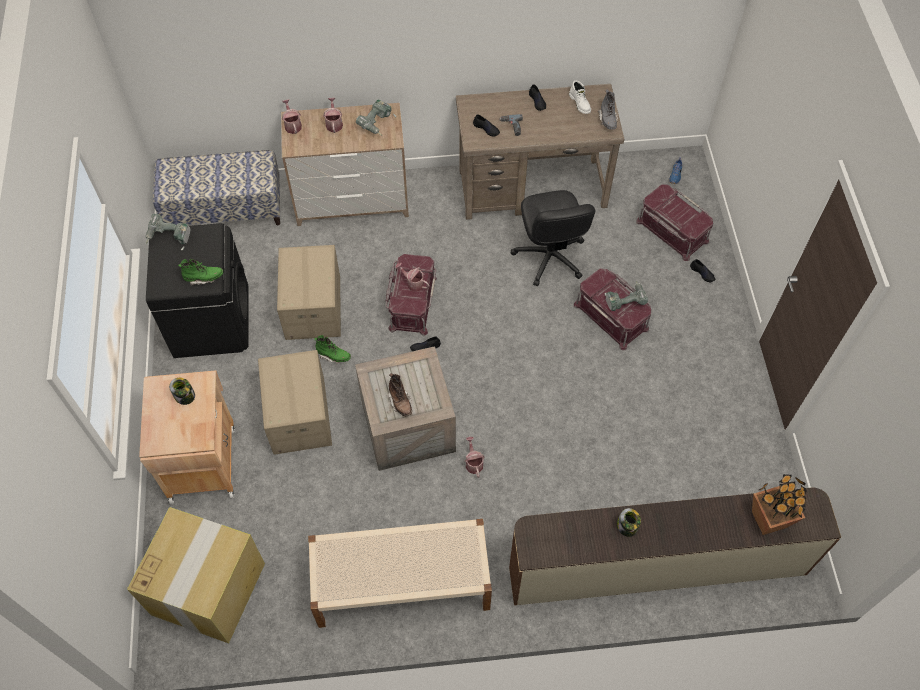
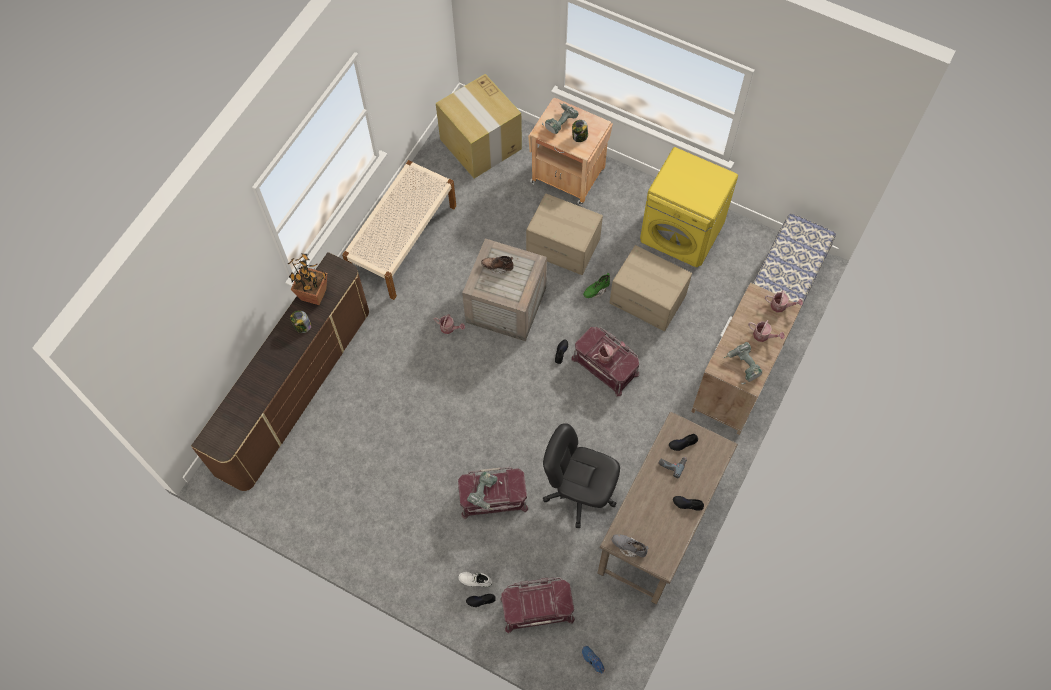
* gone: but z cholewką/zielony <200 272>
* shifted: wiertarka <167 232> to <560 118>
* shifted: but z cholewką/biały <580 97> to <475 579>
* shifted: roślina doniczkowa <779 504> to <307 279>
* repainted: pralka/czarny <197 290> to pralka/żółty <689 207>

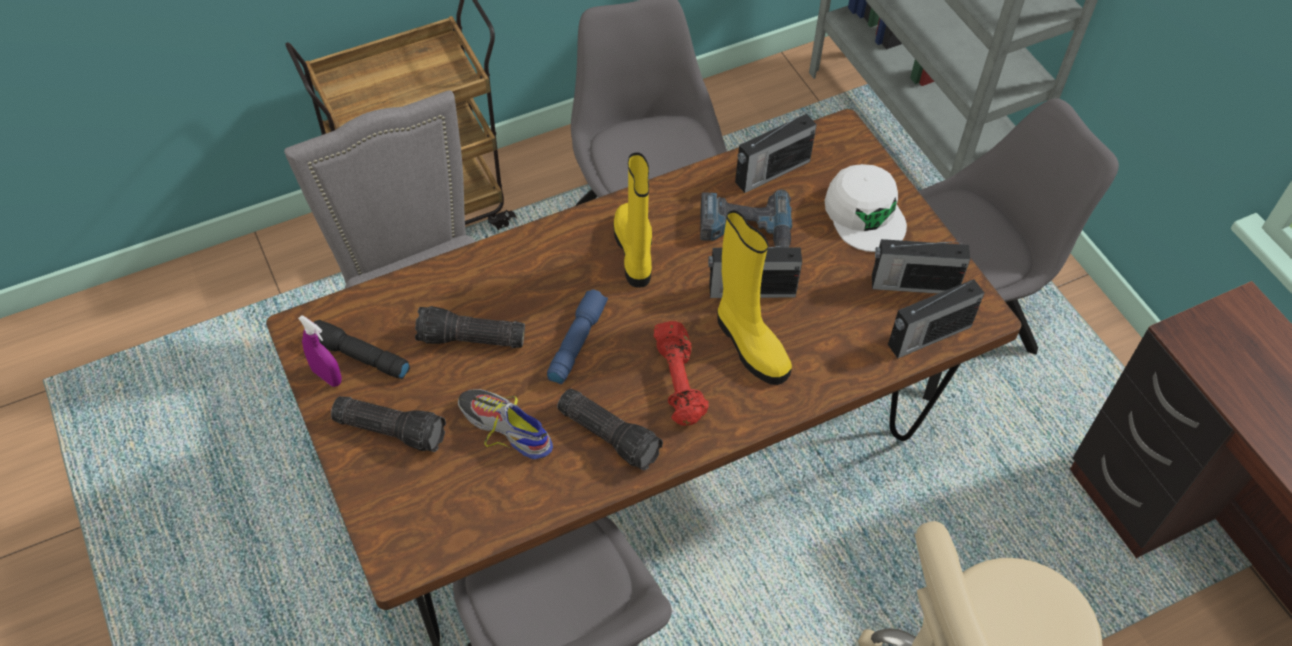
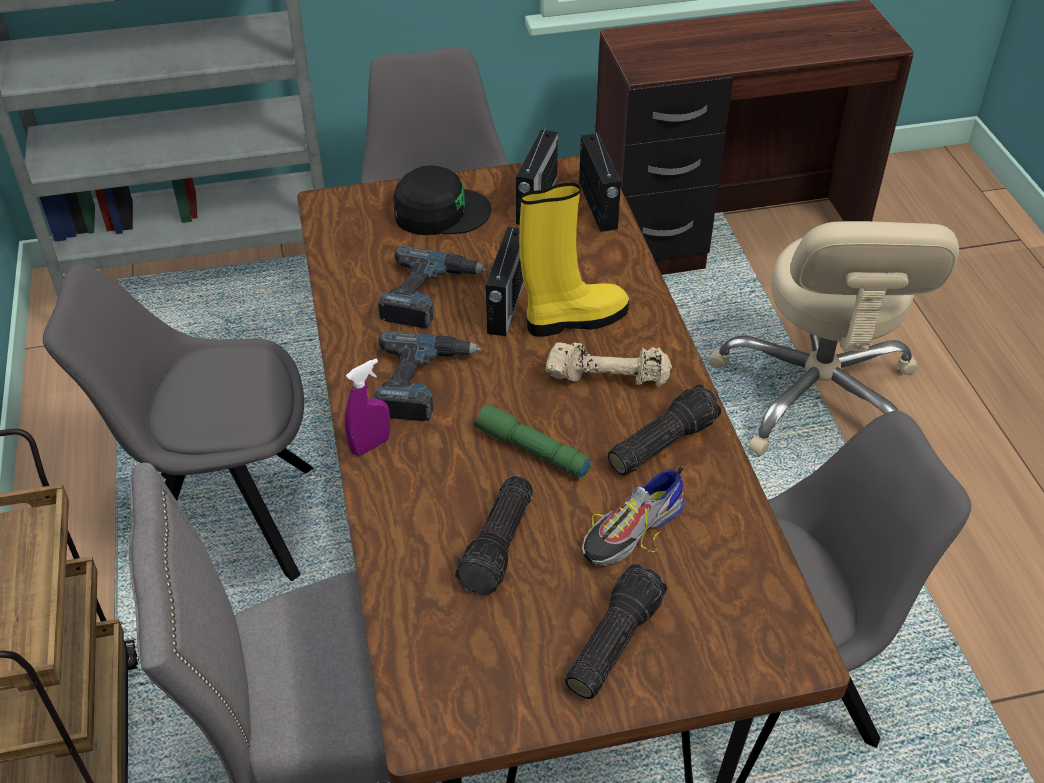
* gone: latarka/czarny <361 349>
* gone: radio <776 152>
* shifted: spryskiwacz/fioletowy <320 351> to <367 407>
* swapped: but z cholewką/żółty <633 220> to wiertarka <427 376>
* repainted: latarka/niebieski <577 336> to latarka/zielony <532 442>
* repainted: hantel/czerwony <681 373> to hantel/beżowy <608 364>
* repainted: czapka z daszkiem/biały <866 208> to czapka z daszkiem/czarny <442 200>

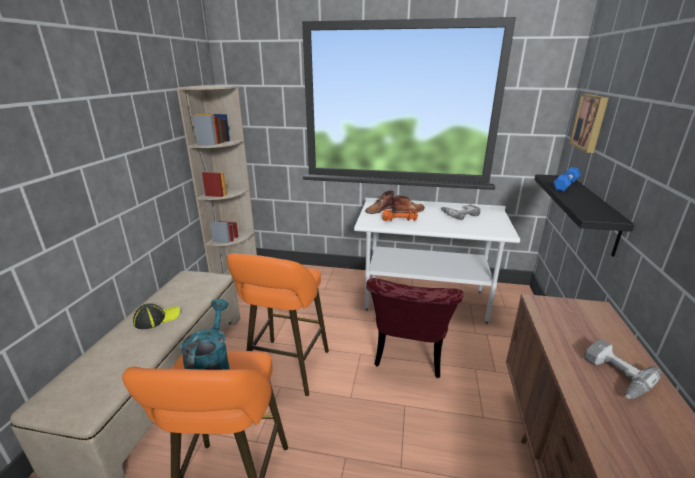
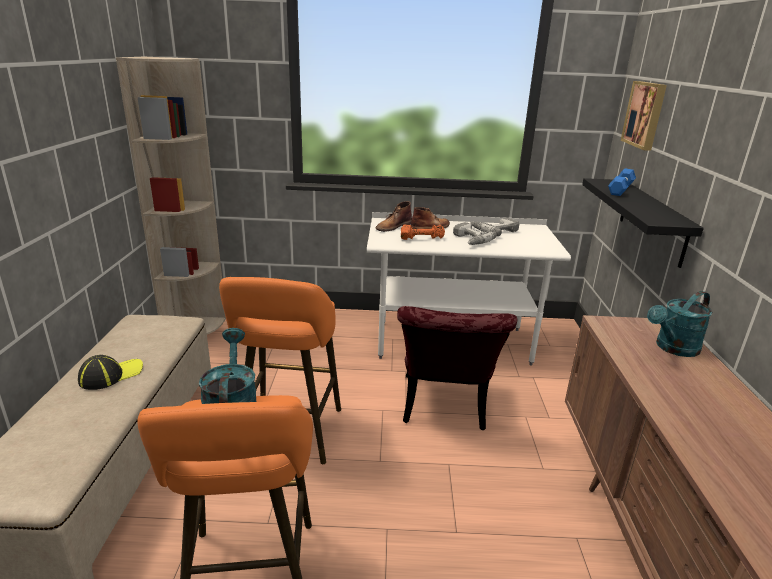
* new: konewka/turkusowy <679 324>
* shifted: wiertarka <623 369> to <475 233>

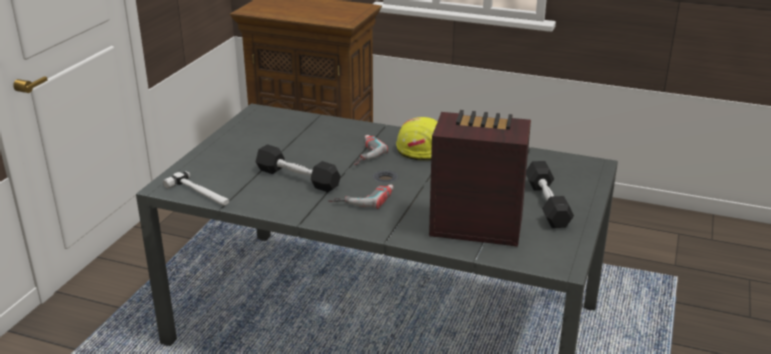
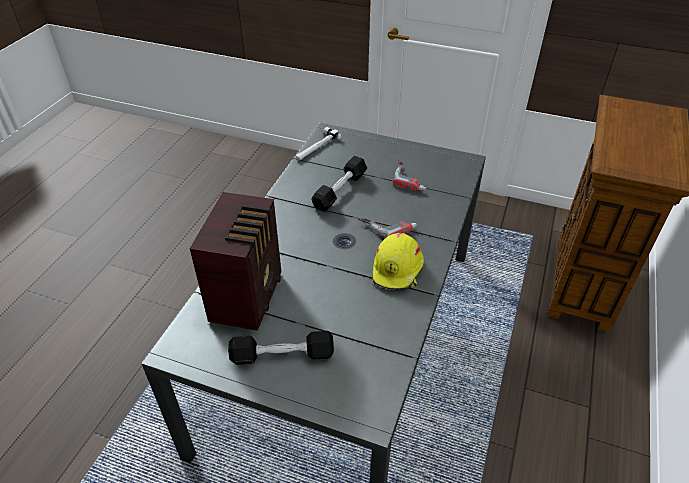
* shifted: wiertarka <361 197> to <409 175>

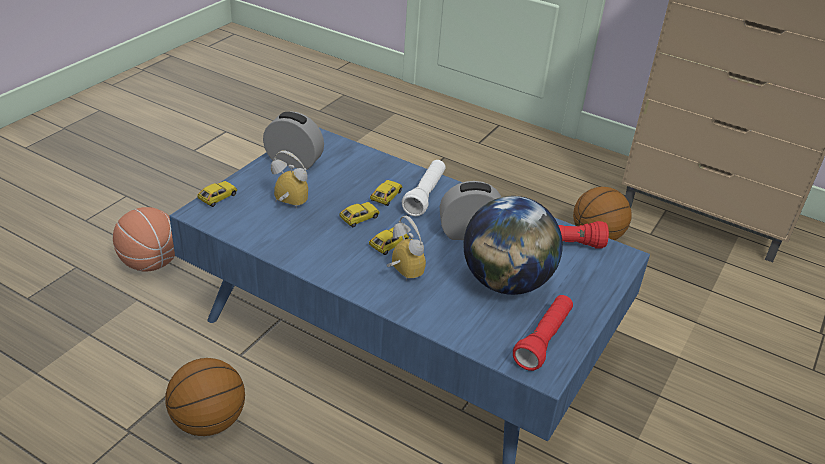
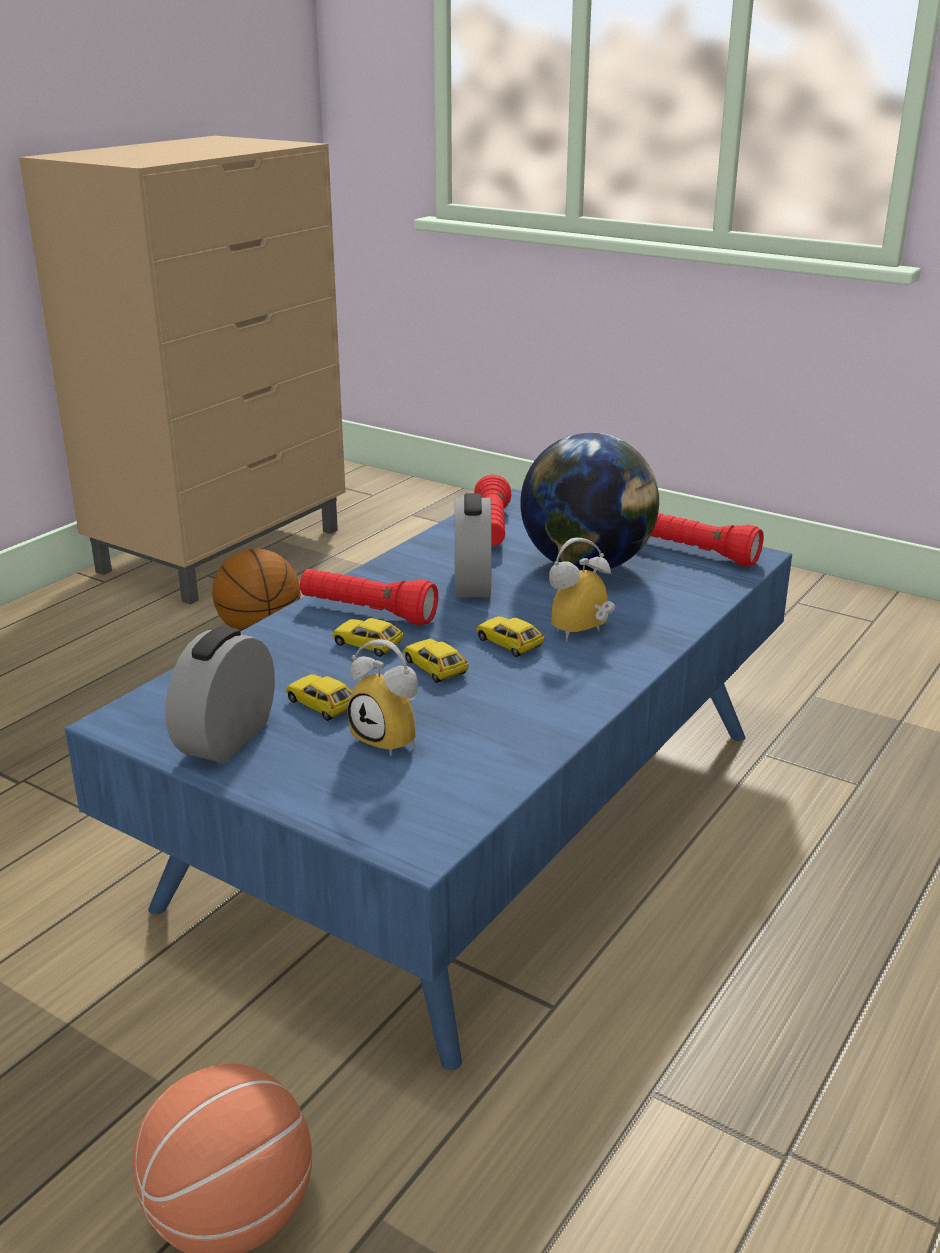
* gone: piłka do koszykówki <205 397>
* shifted: samochodzik <217 194> to <319 697>
* repainted: latarka/biały <423 188> to latarka/czerwony <369 597>
* rotated: budzik <289 179> = <383 697> 75 degrees counterclockwise

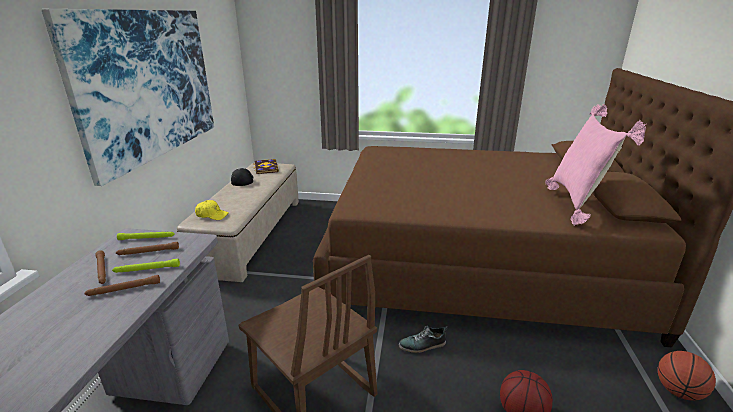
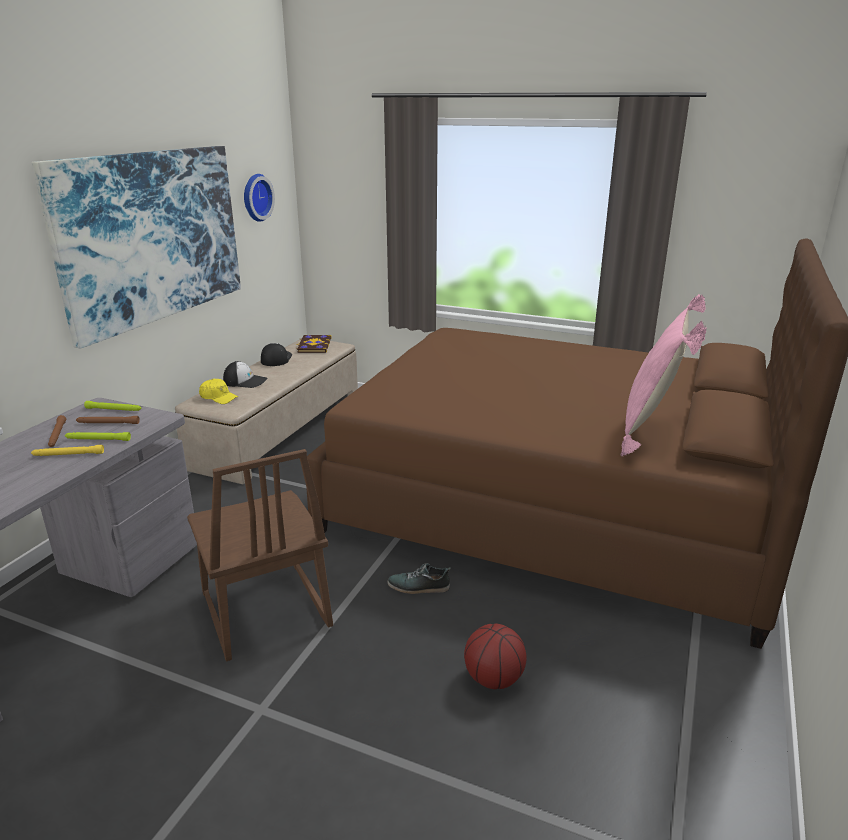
* gone: piłka do koszykówki <687 376>
* new: czapka z daszkiem <245 374>
* new: zegar ścienny <259 198>
* repainted: latarka/brązowy <122 285> to latarka/żółty <67 450>

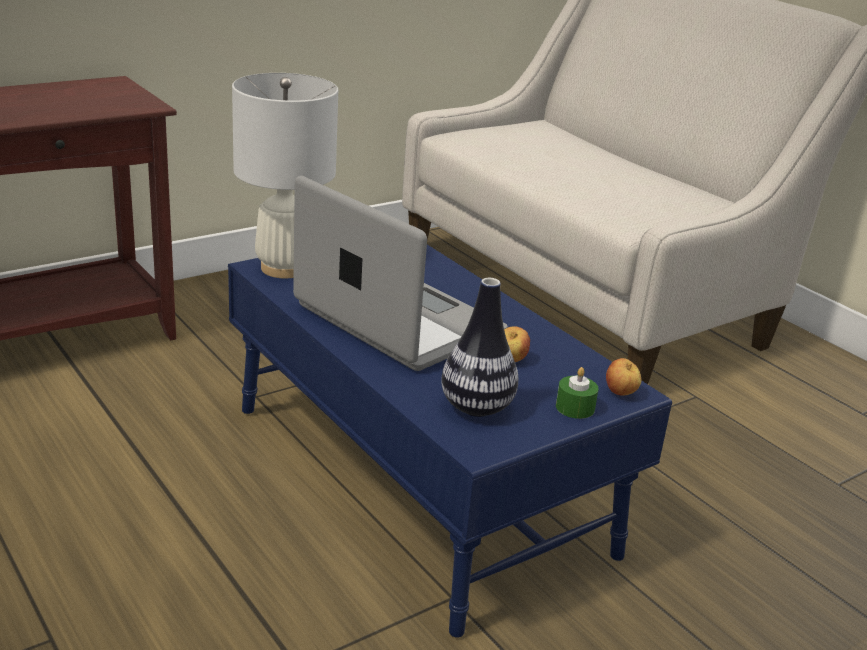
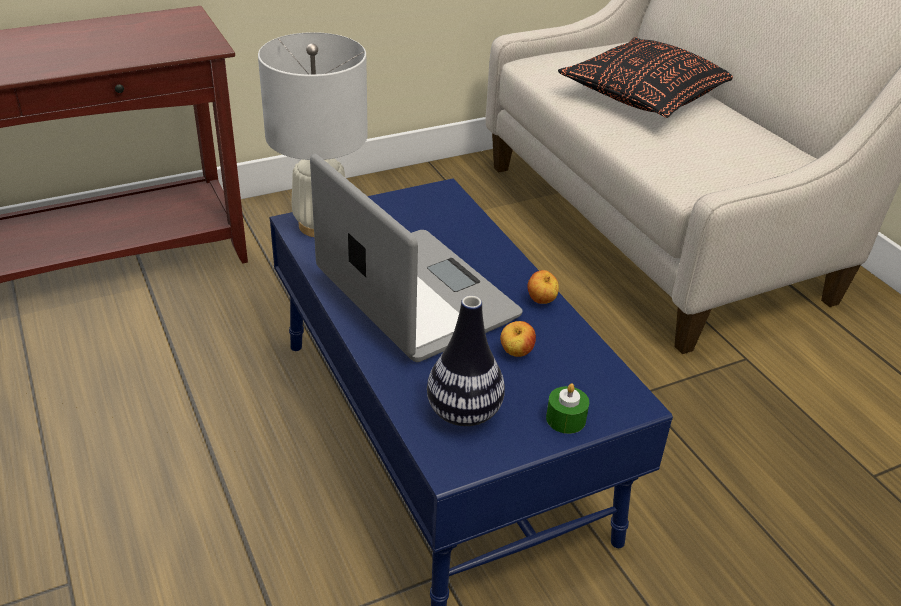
* new: poduszka/czarny <645 77>
* shifted: jabłko <623 377> to <543 287>

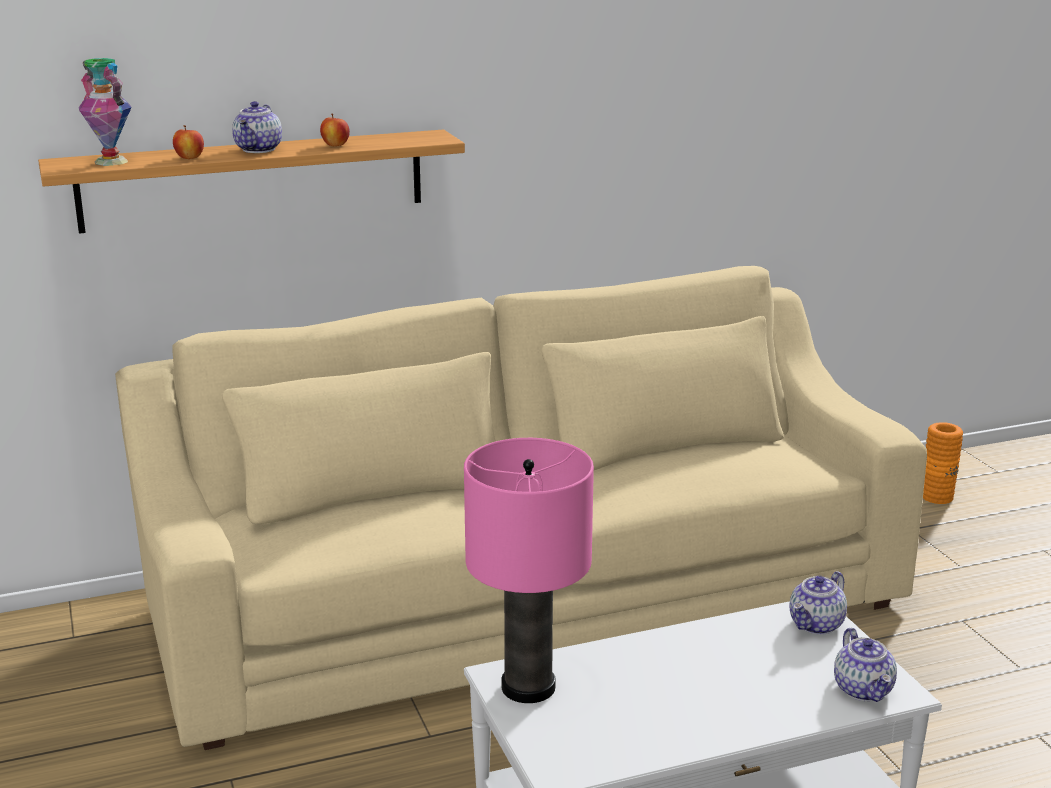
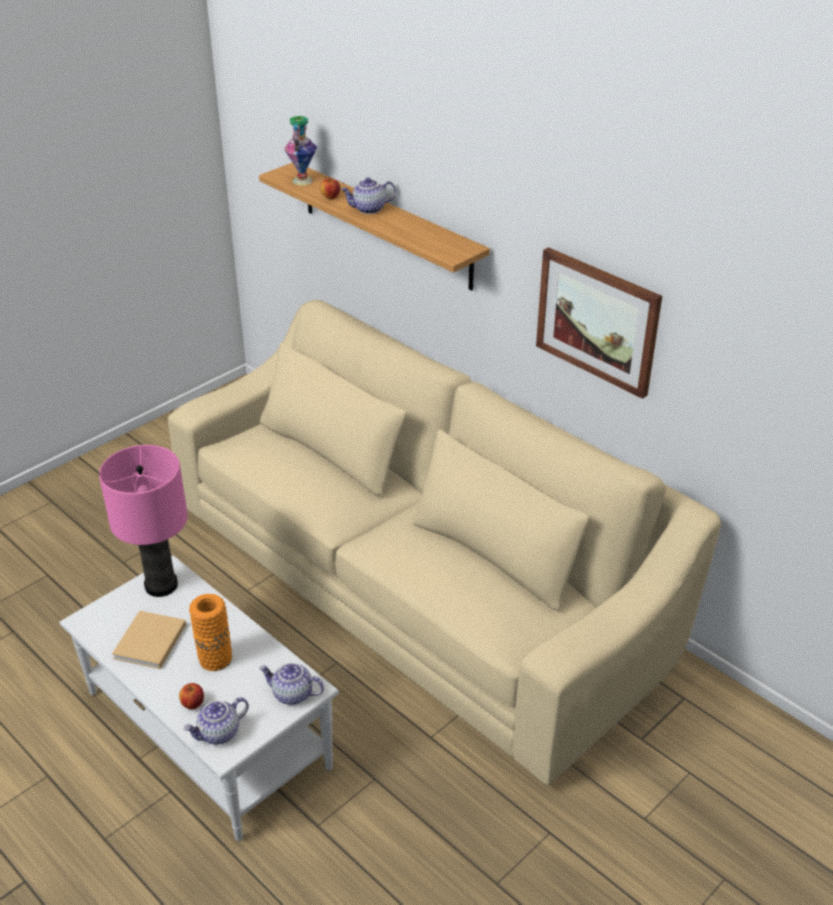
* new: książka/beżowy <149 640>
* new: obraz <599 323>
* shifted: jabłko <335 130> to <191 696>
* shifted: wazon/pomarańczowy <943 463> to <210 632>

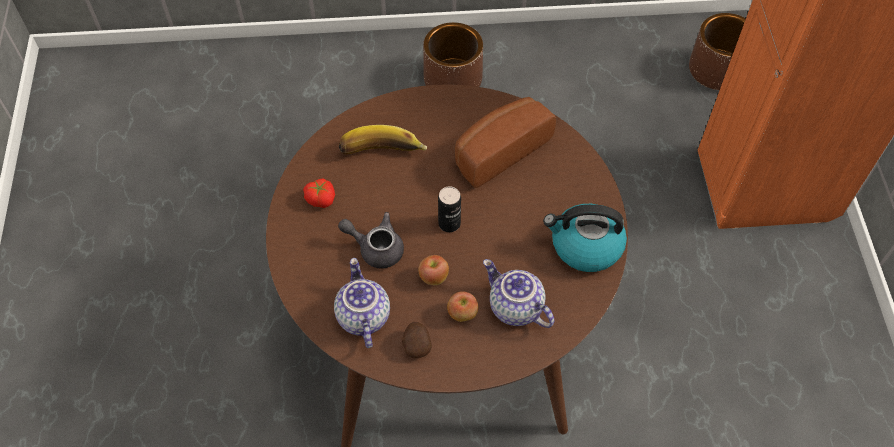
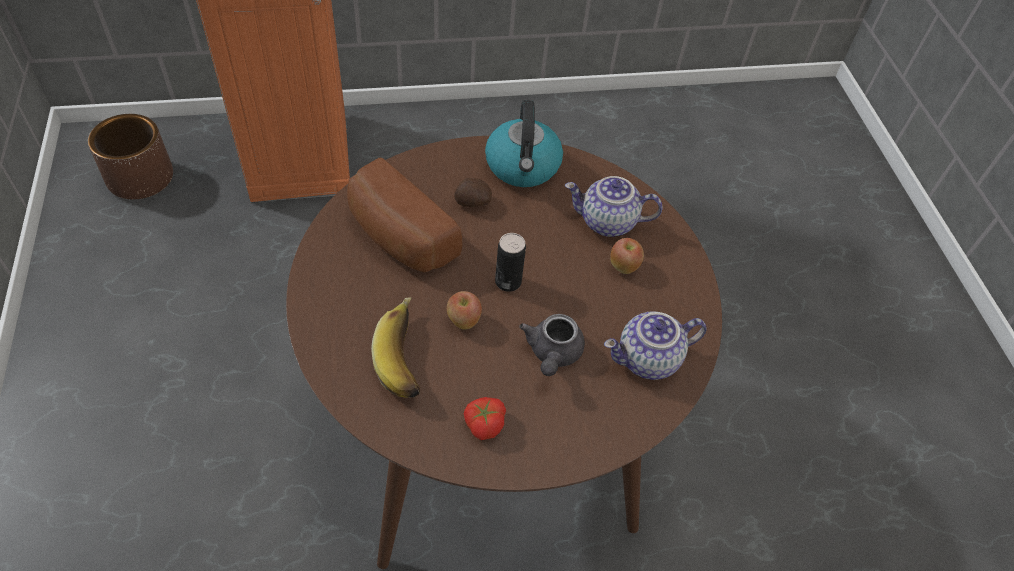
* gone: donica/brązowy <453 54>
* shifted: ziemniak <417 340> to <473 192>
* shifted: jabłko <434 270> to <464 310>
* rotated: imbryk <518 293> = <613 206> 60 degrees clockwise

